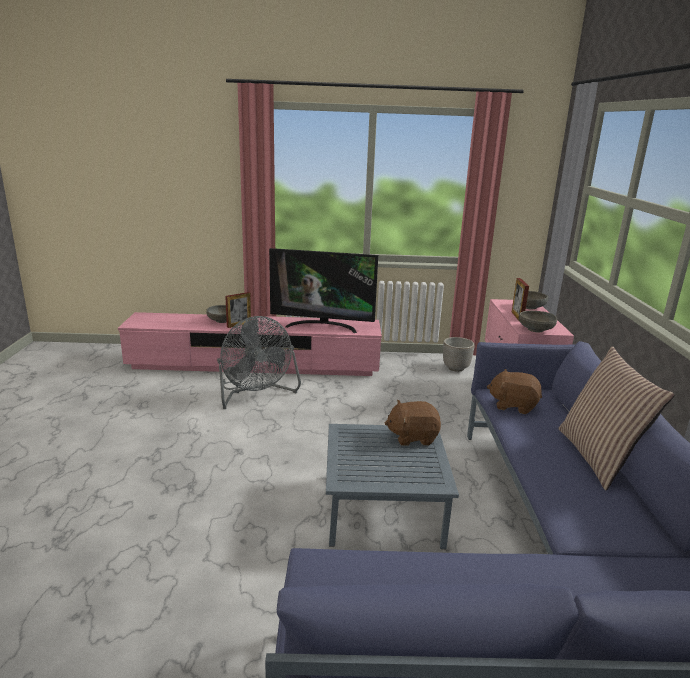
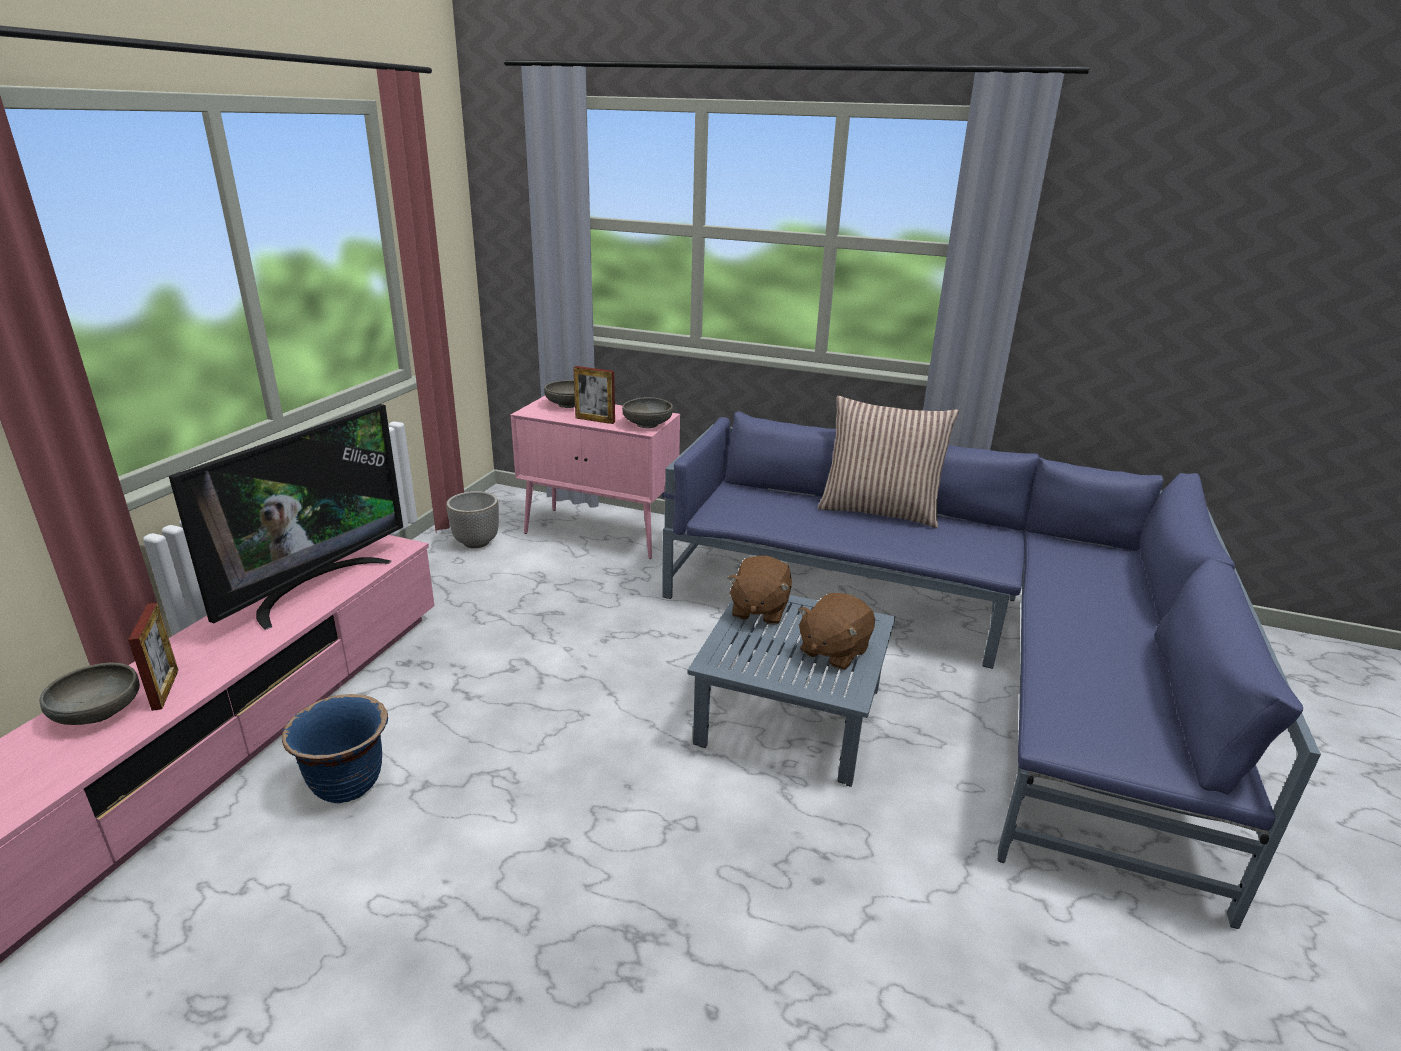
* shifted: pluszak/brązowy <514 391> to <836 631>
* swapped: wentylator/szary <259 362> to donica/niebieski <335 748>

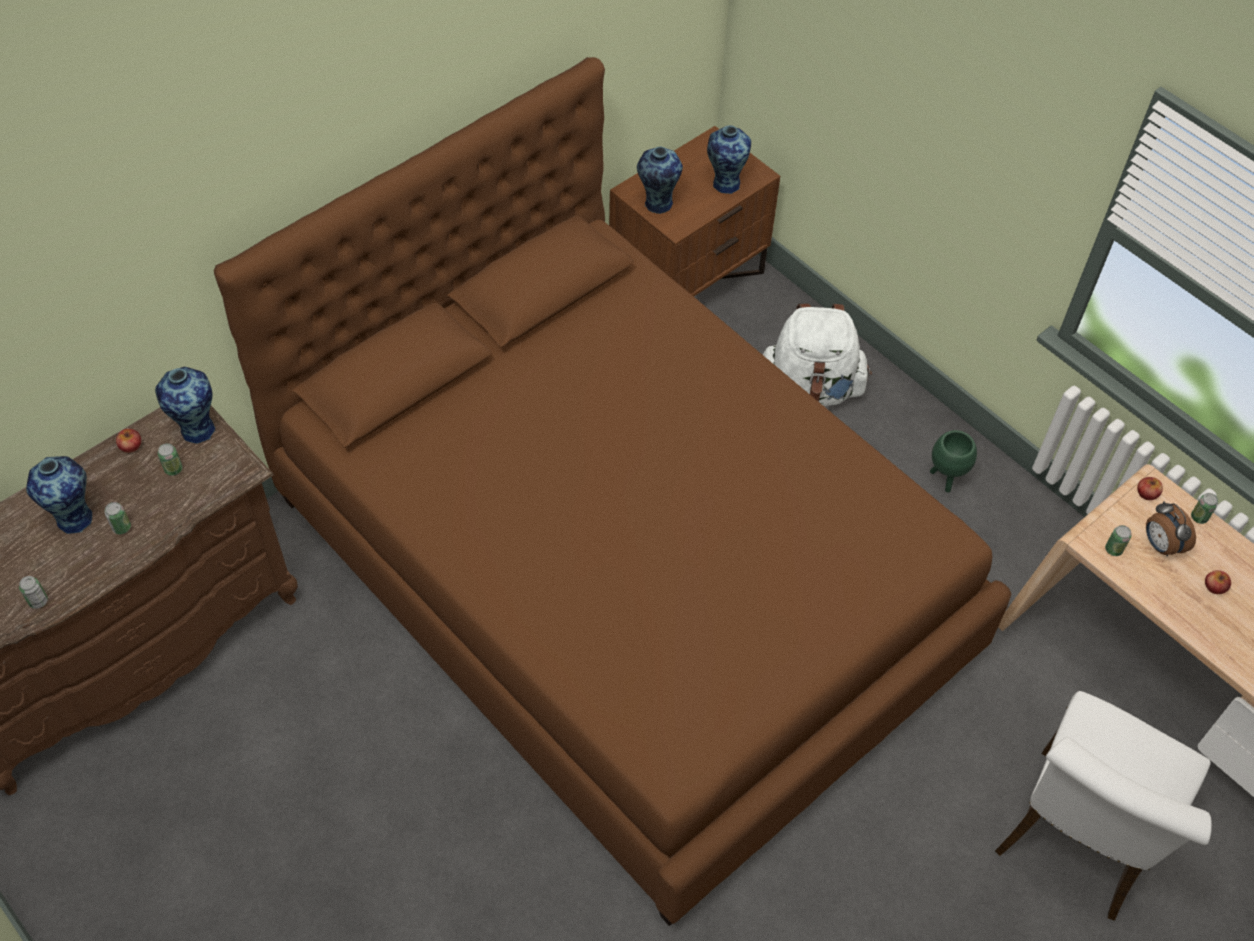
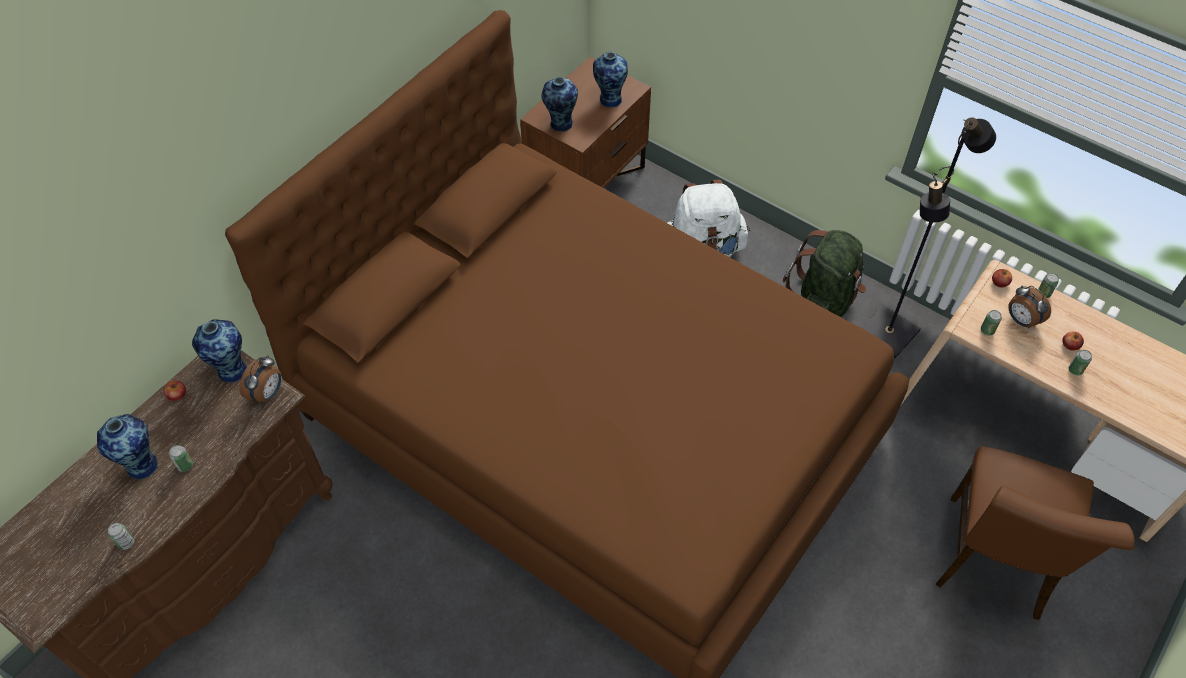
* new: budzik <260 379>
* new: lampa stojąca/czarny <929 238>
* shifted: puszka <170 459> to <1080 362>
* swapped: donica/zielony <953 461> to plecak/zielony <824 273>
* repainted: krzesło/biały <1103 806> to krzesło/brązowy <1035 533>

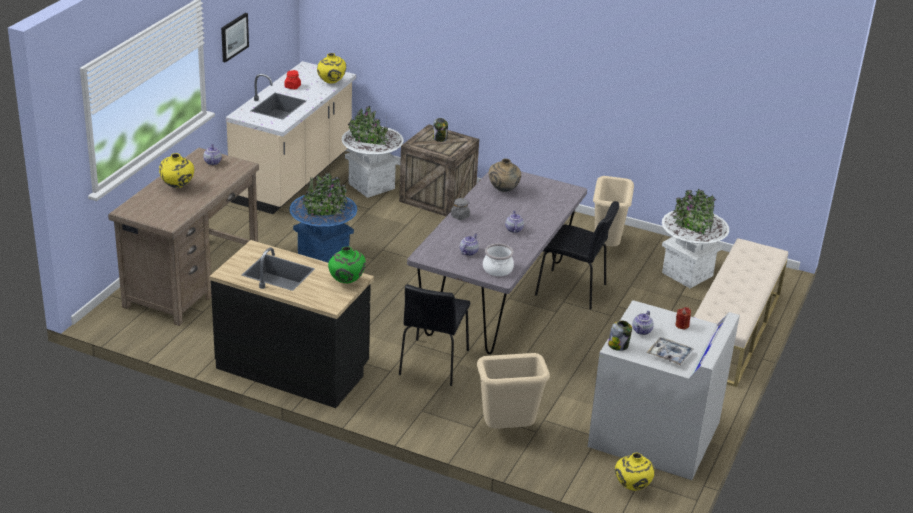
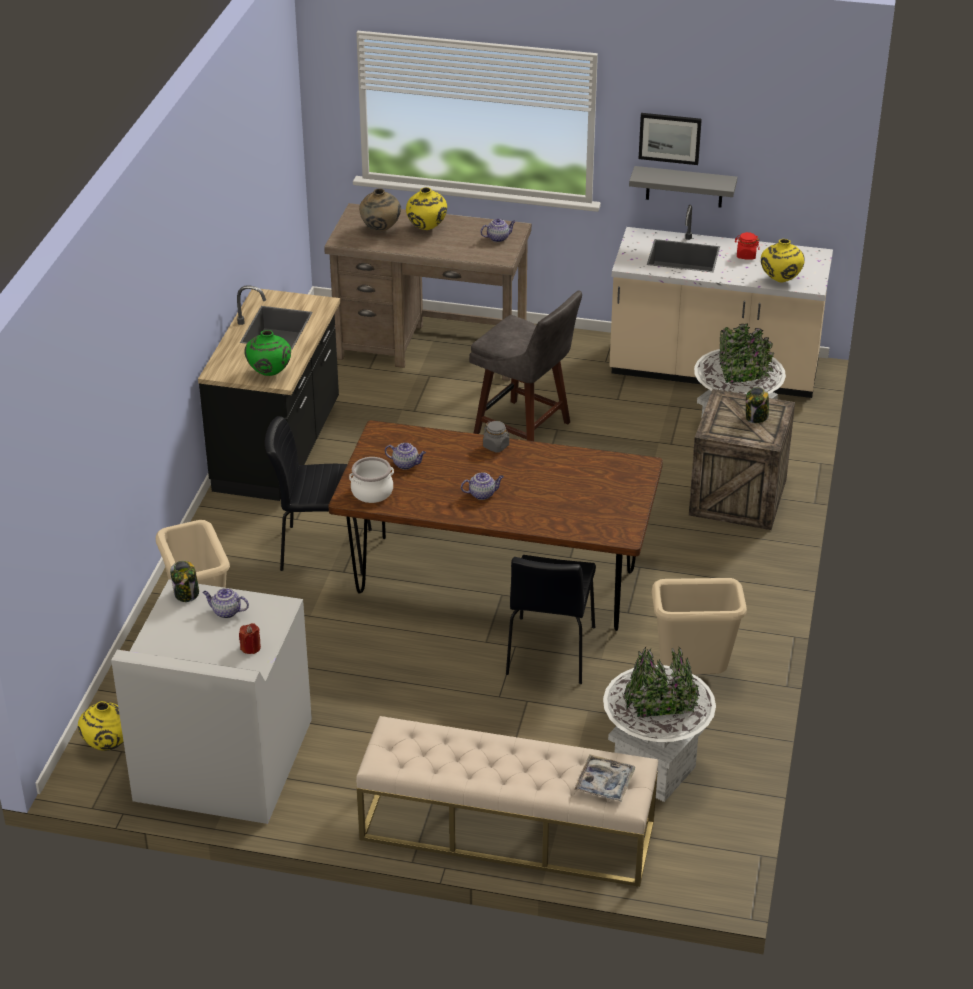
* new: półka/szary <683 187>
* shifted: wazon/beżowy <505 175> to <380 209>
* shifted: taca <670 351> to <604 778>
* swapped: donica/niebieski <323 218> to stołek/szary <525 366>
* repainted: stół jadalny/szary <497 262> to stół jadalny/brązowy <495 525>

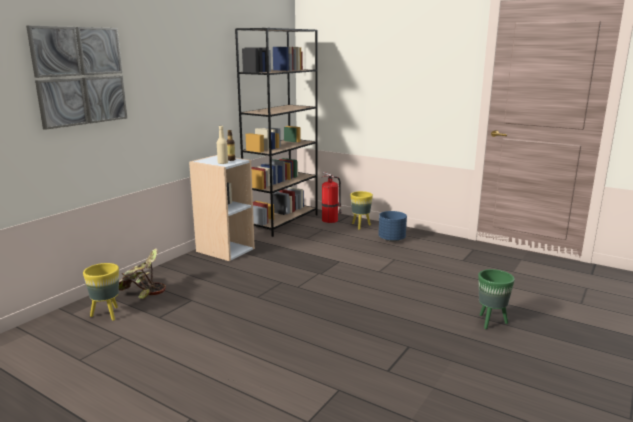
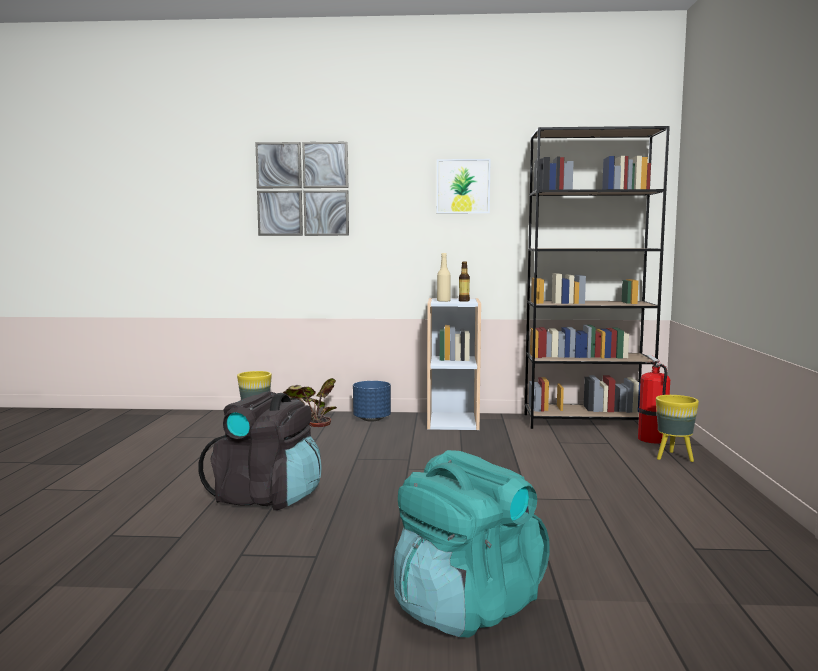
* new: plecak/czarny <259 450>
* new: obraz <464 186>
* shifted: donica/niebieski <392 226> to <372 401>
* swapped: donica/zielony <496 299> to plecak/turkusowy <472 543>

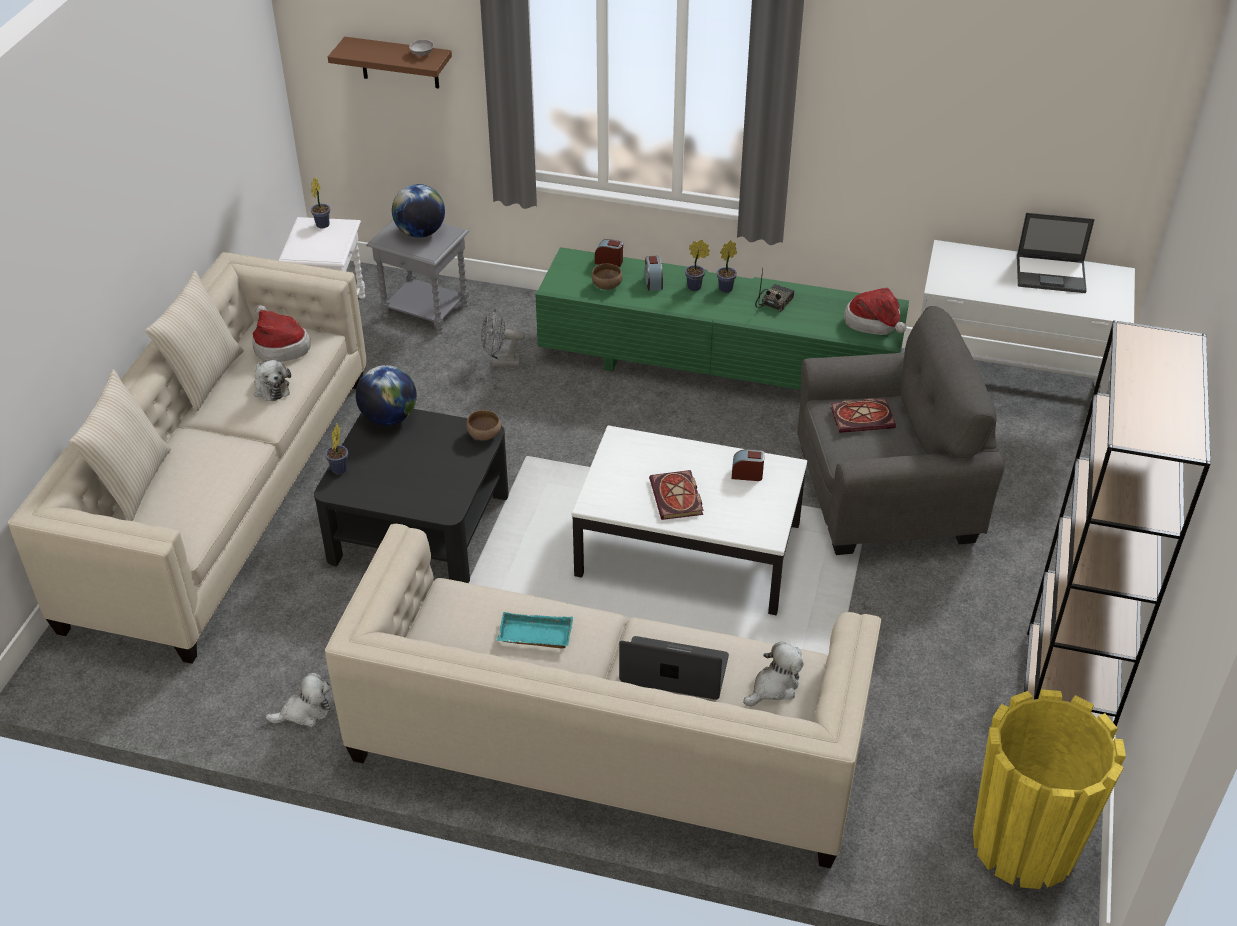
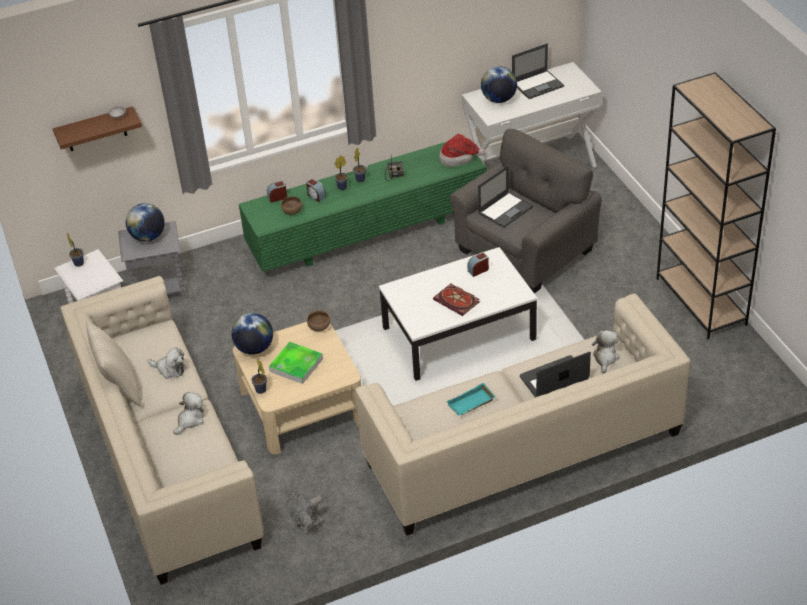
* gone: poduszka/beżowy <120 445>
* gone: kapelusz <281 333>
* gone: donica/żółty <1049 789>
* new: taca <296 363>
* new: globus <499 84>
* shifted: pluszak <298 700> to <189 413>
* shifted: wentylator/szary <503 338> to <305 512>
* swapped: książka <863 415> to laptop <505 196>
* repainted: ława/czarny <411 496> to ława/beżowy <297 388>

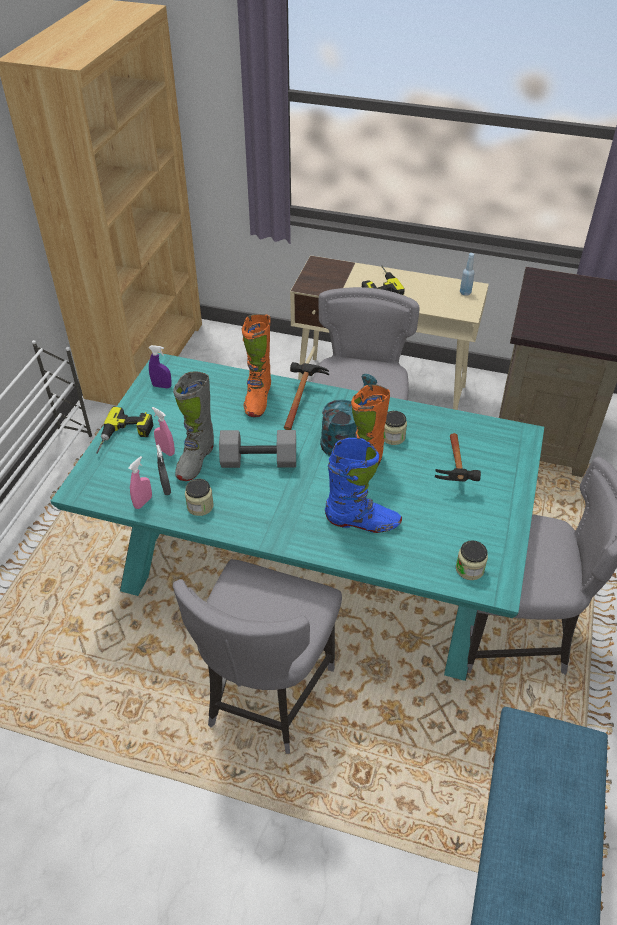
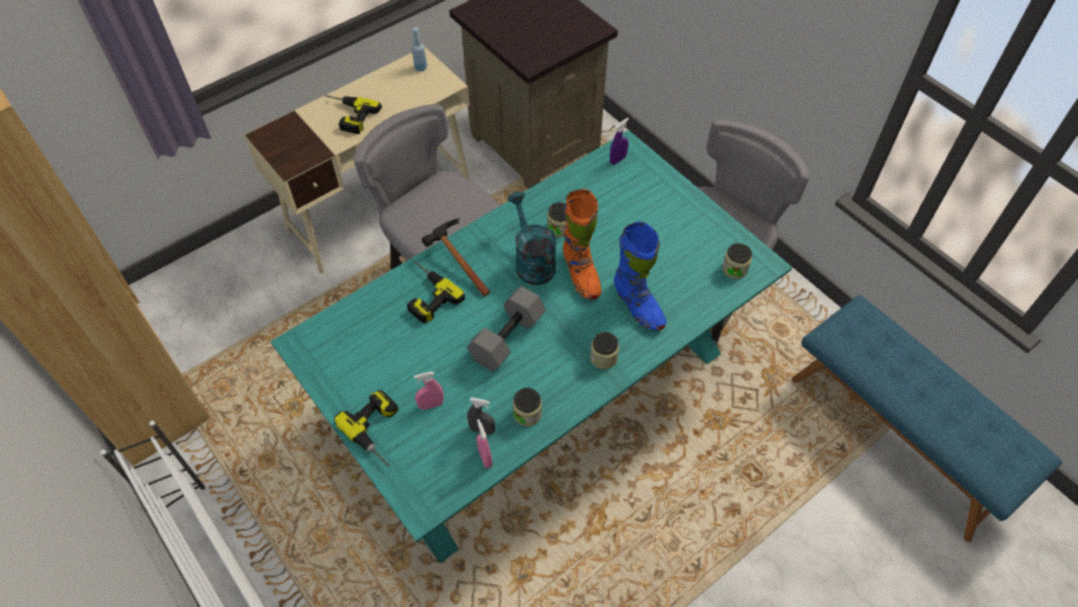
* gone: but z cholewką/szary <193 426>
* gone: krzesło/szary <257 656>
* gone: młotek <458 457>
* new: słoik <604 350>
* shifted: spryskiwacz/fioletowy <160 366> to <619 141>
* swapped: but z cholewką/pomarańczowy <256 365> to wiertarka <436 292>
* rotated: but z cholewką/niebieski <363 485> = <640 276> 105 degrees clockwise

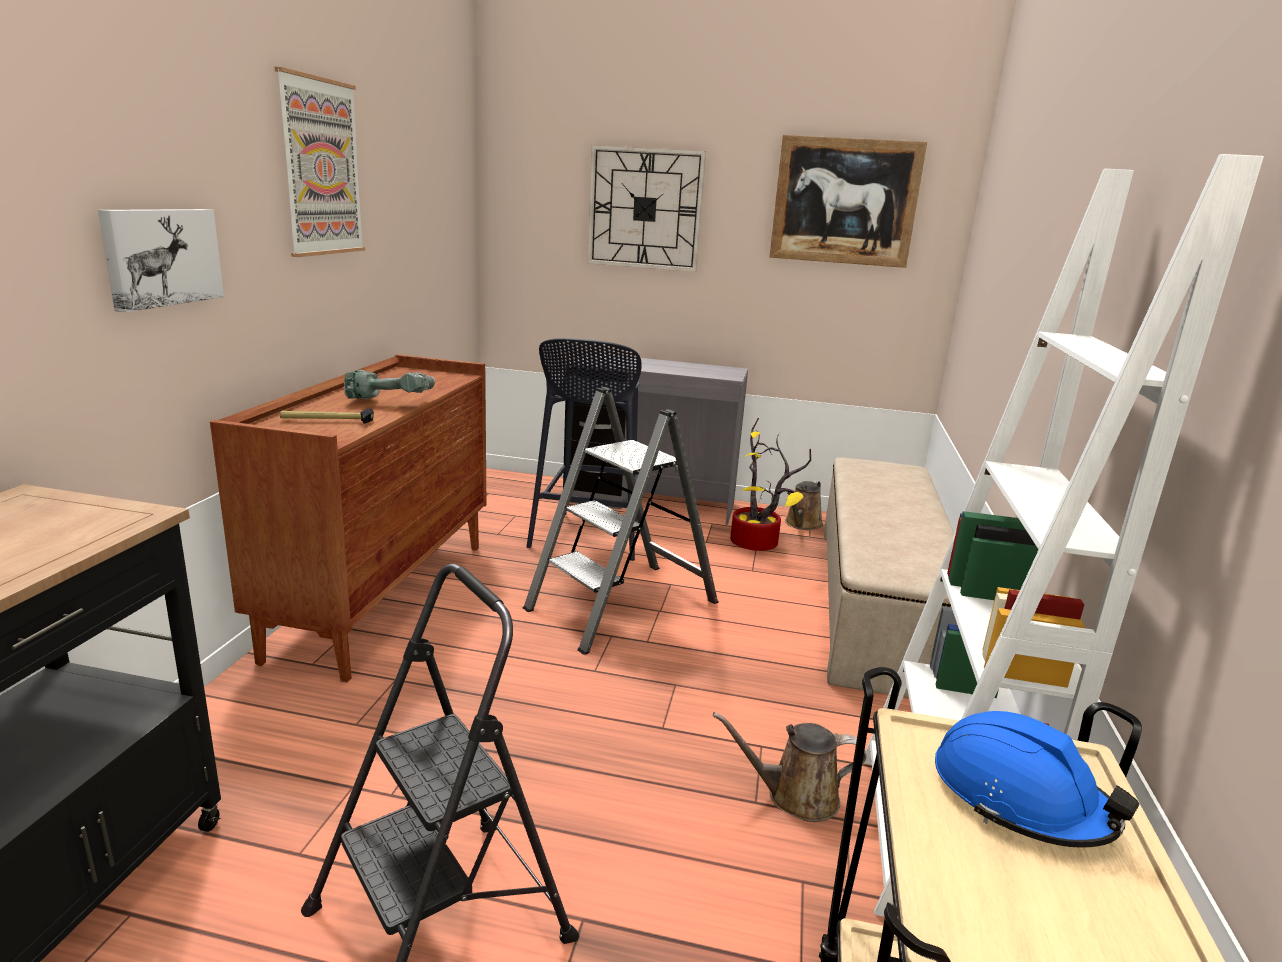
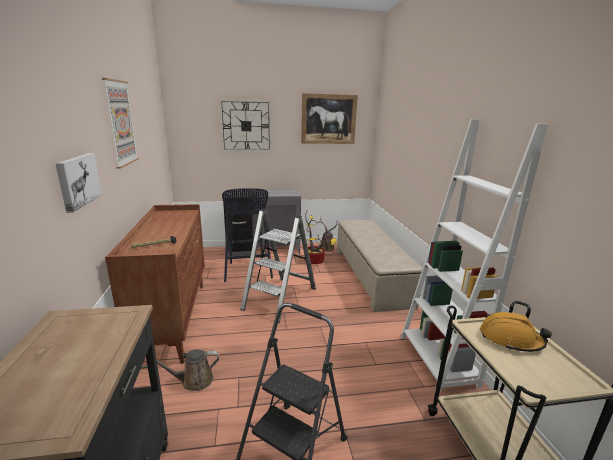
* gone: wiertarka <389 384>
* shifted: konewka/brązowy <789 767> to <188 370>
* repainted: kask/niebieski <1037 779> to kask/pomarańczowy <516 332>

